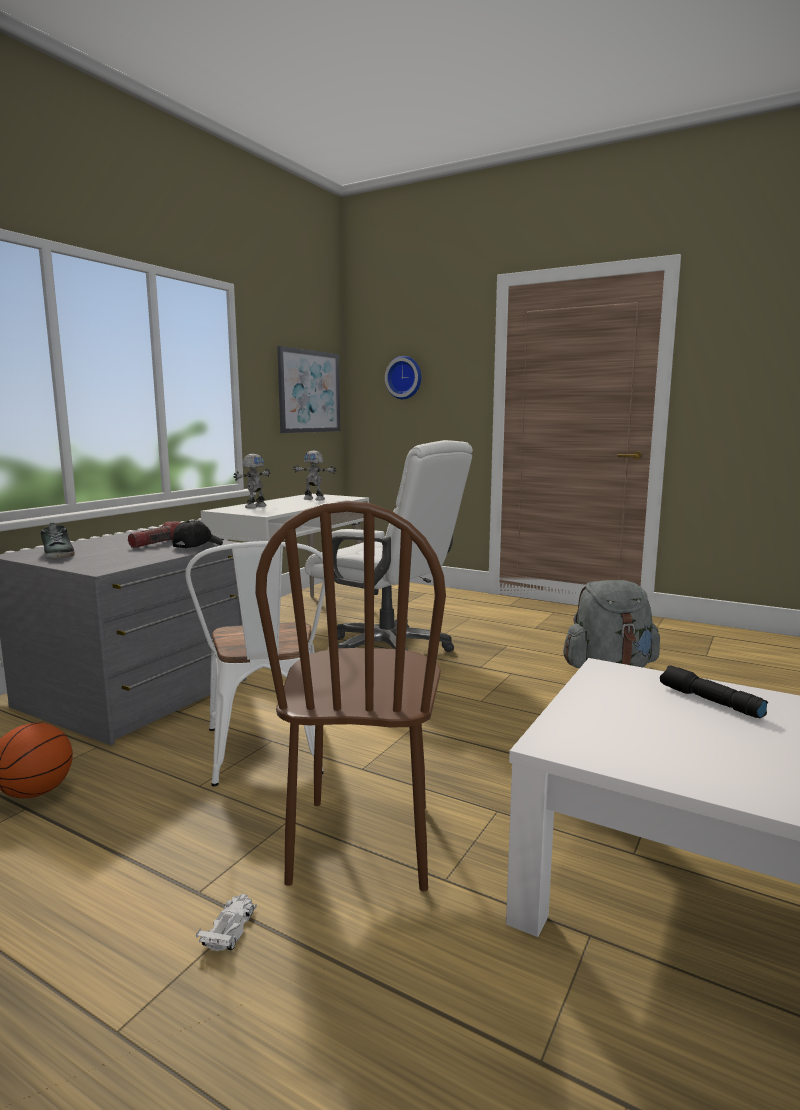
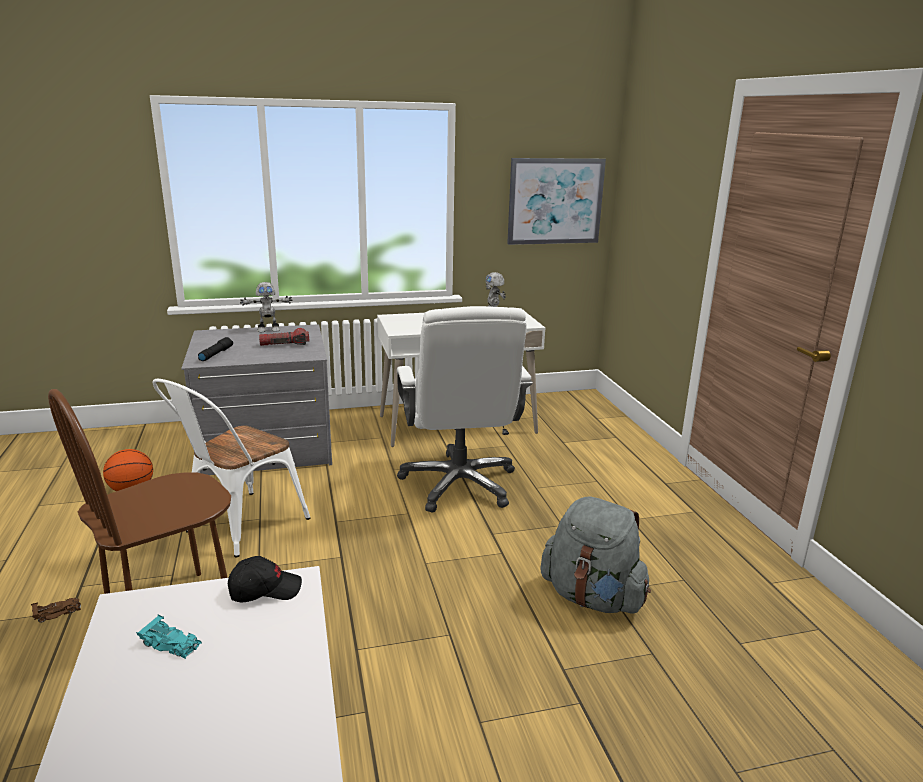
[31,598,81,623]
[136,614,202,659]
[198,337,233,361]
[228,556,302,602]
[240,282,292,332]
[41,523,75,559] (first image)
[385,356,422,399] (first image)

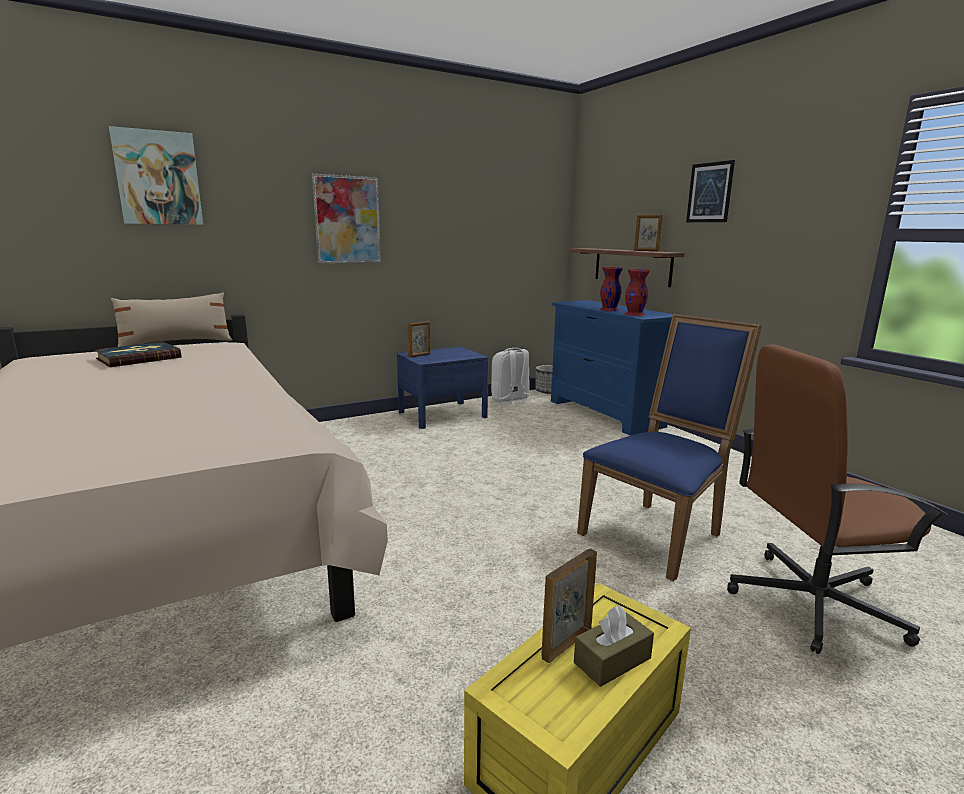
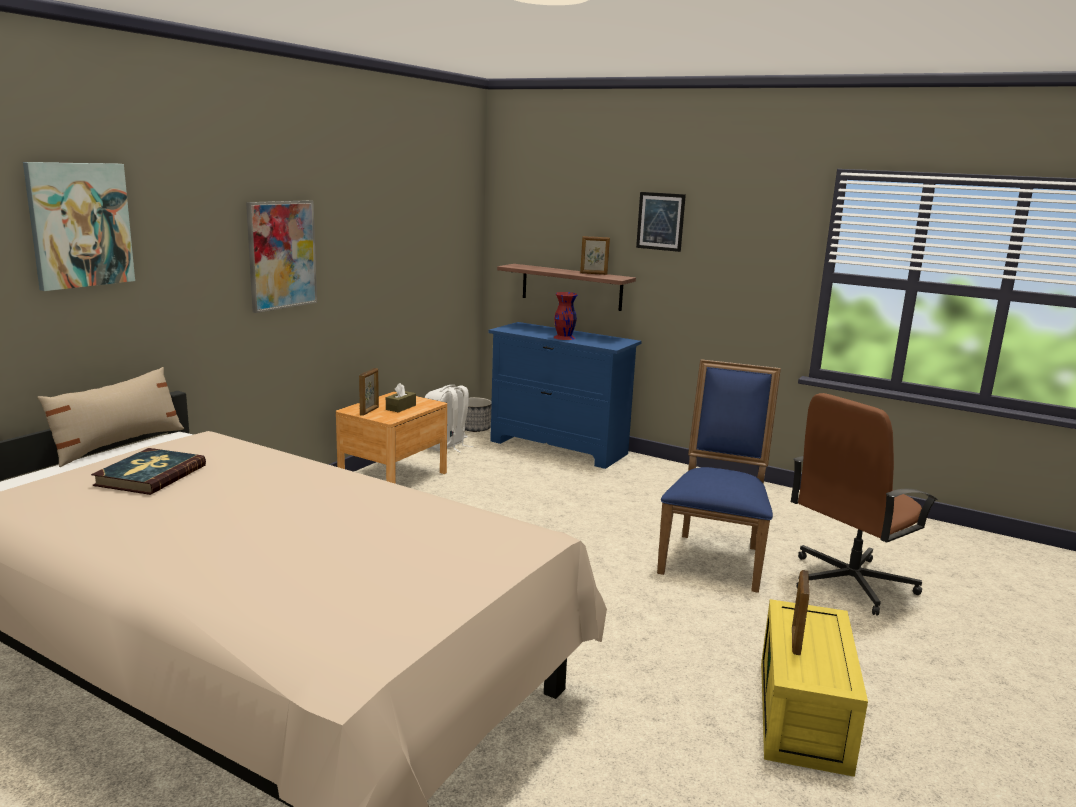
[336,392,447,484]
[386,383,416,413]
[624,269,650,316] (first image)

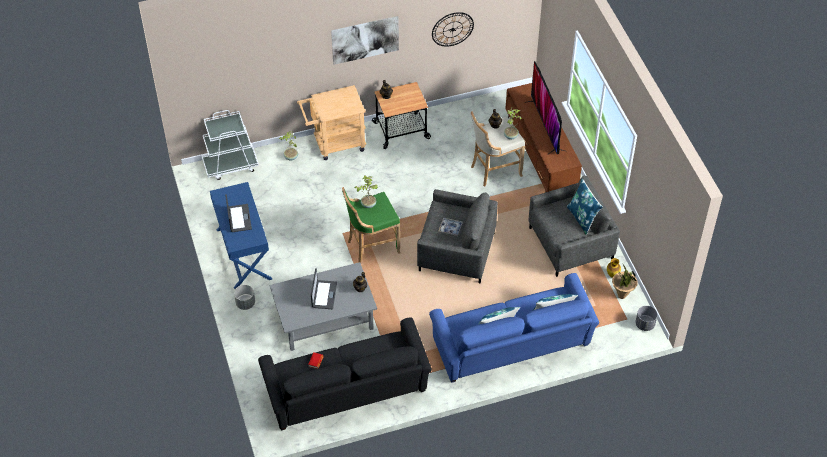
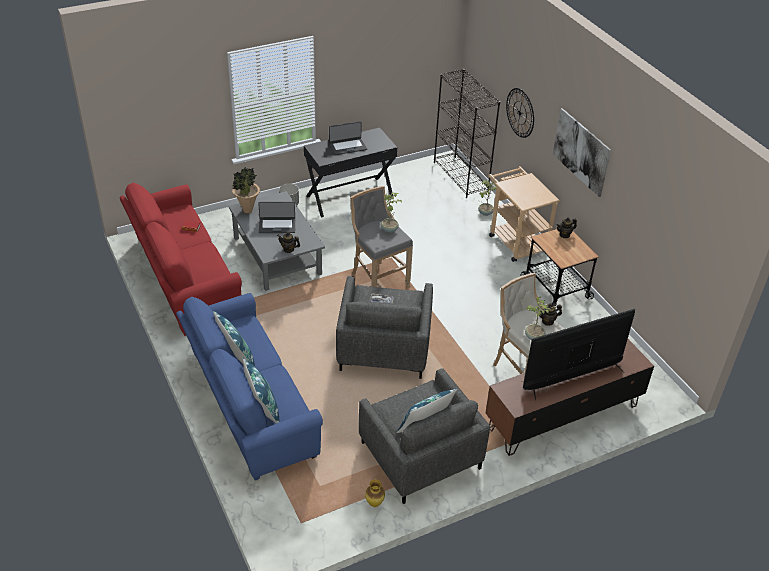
[120,183,242,336]
[232,167,260,213]
[304,128,397,217]
[350,186,413,288]
[434,69,500,198]
[506,88,534,138]
[635,306,657,331] (first image)

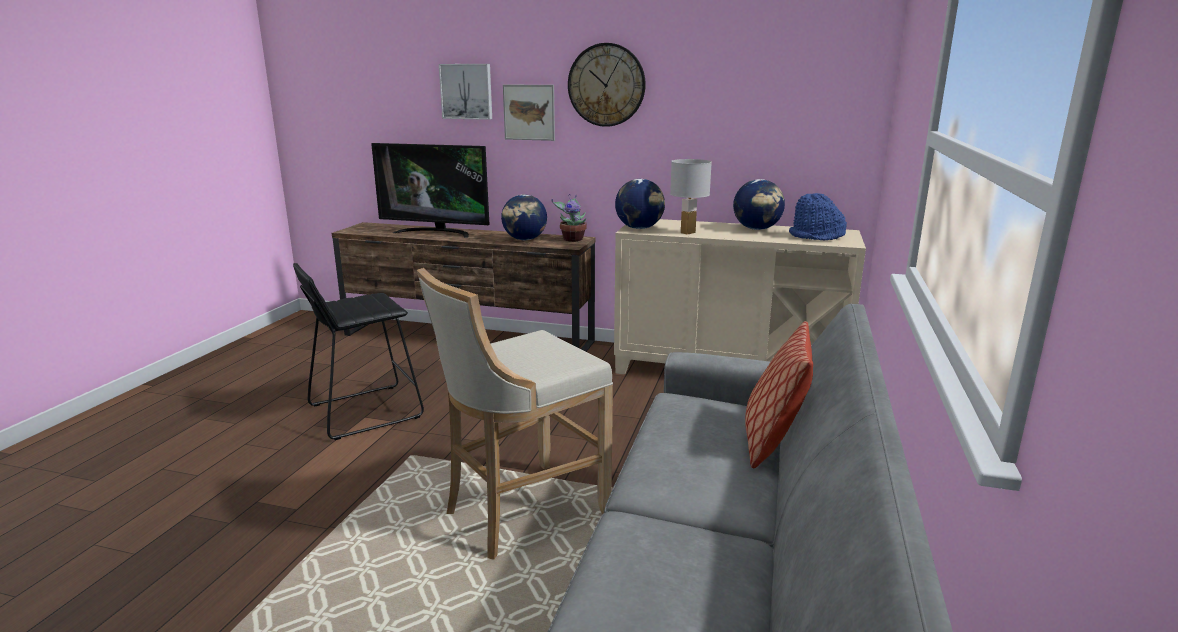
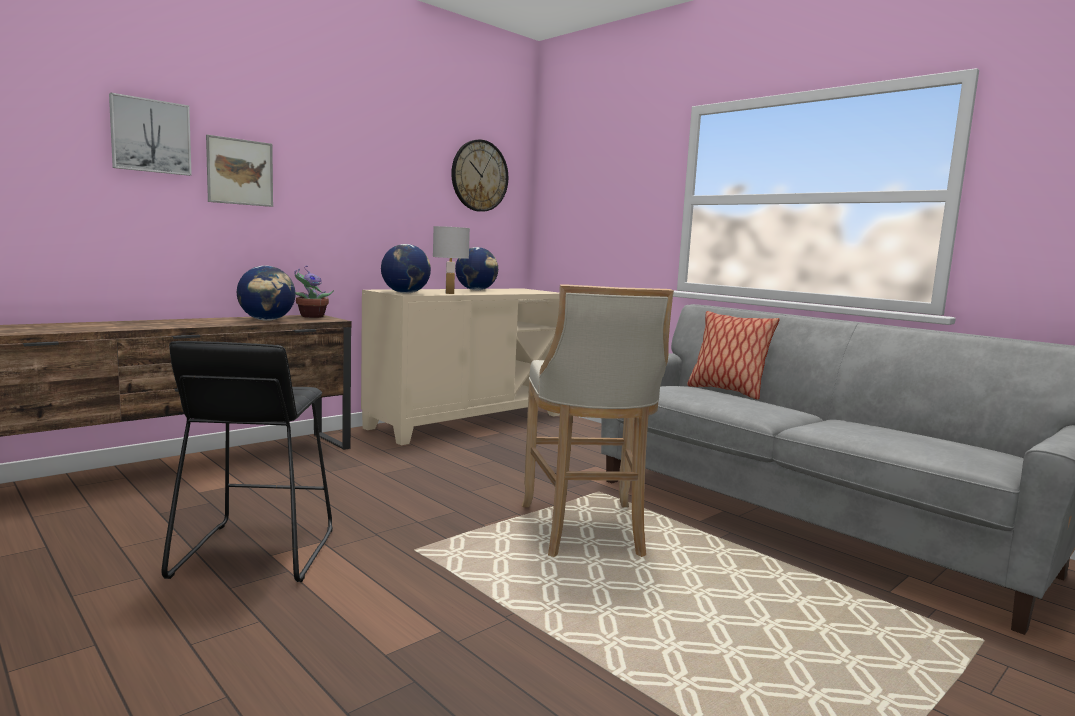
[451,139,508,212]
[371,143,490,238] (first image)
[789,193,847,240] (first image)

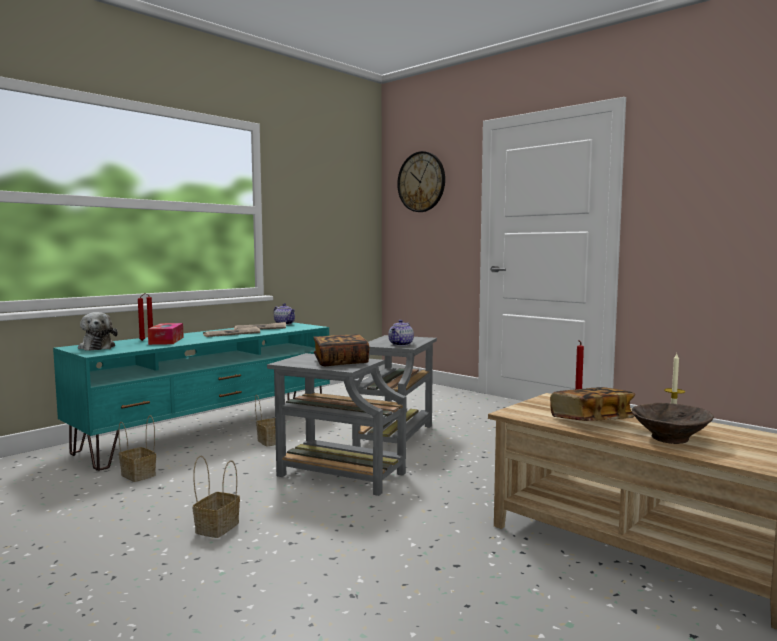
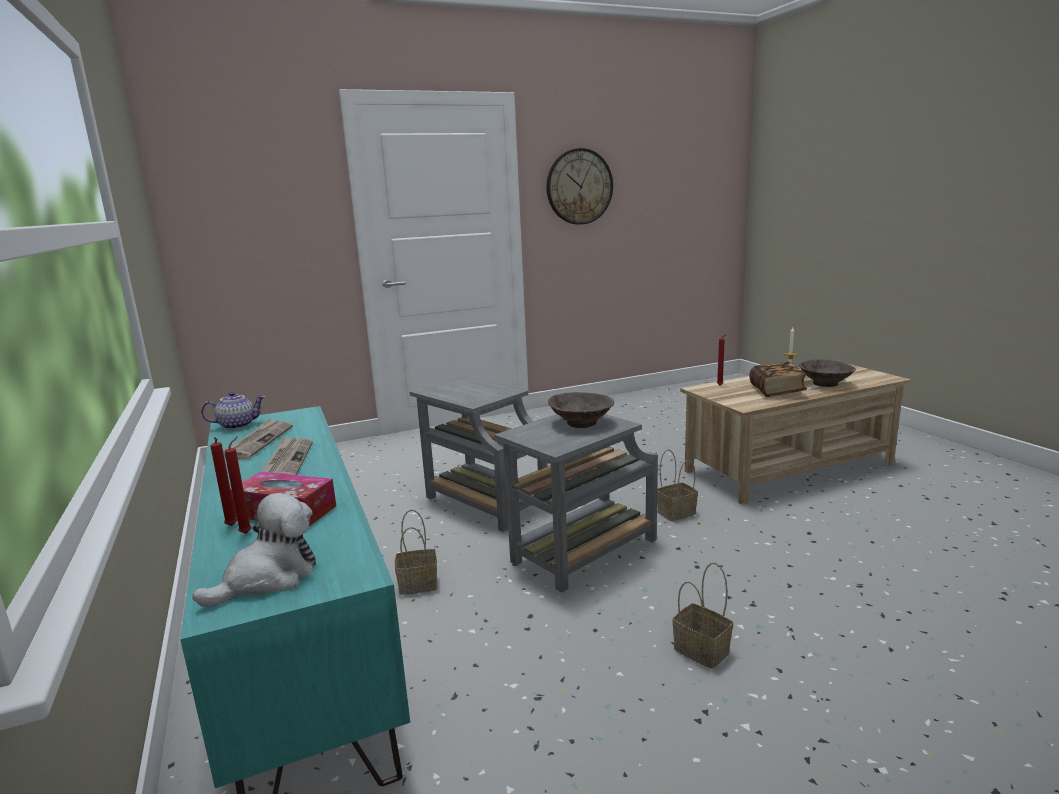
[192,493,316,607]
[546,148,613,225]
[548,392,614,428]
[657,449,698,521]
[388,320,414,346] (first image)

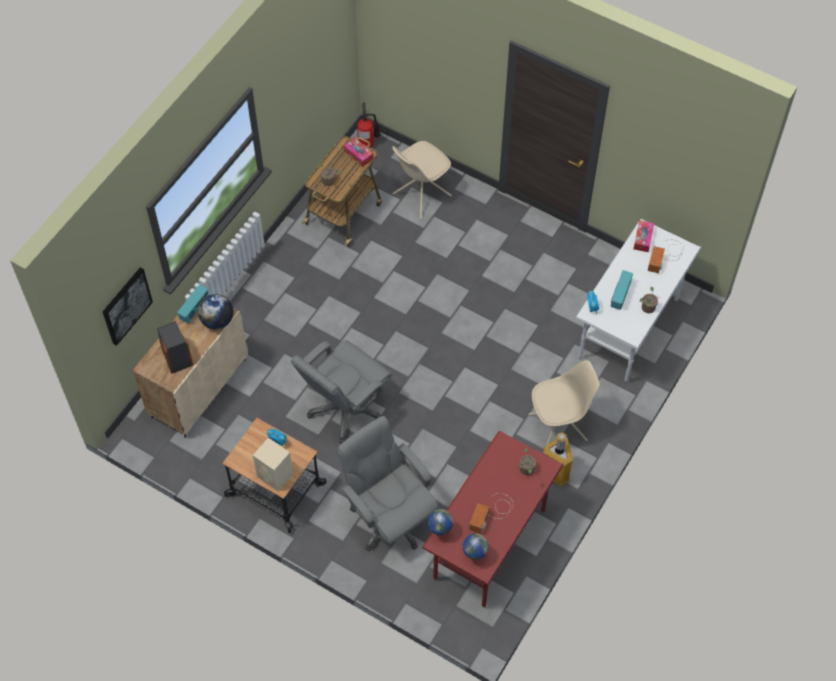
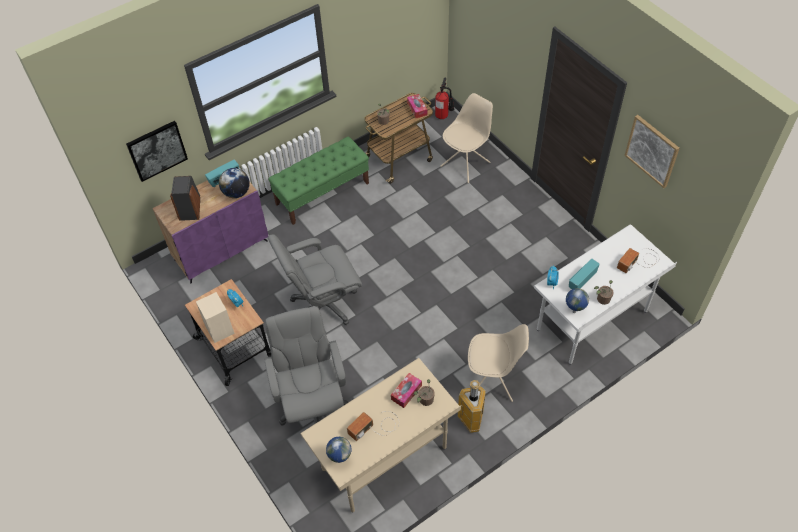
[153,180,268,283]
[268,136,369,225]
[300,358,461,512]
[391,373,422,408]
[441,93,493,183]
[566,288,589,313]
[625,115,680,188]

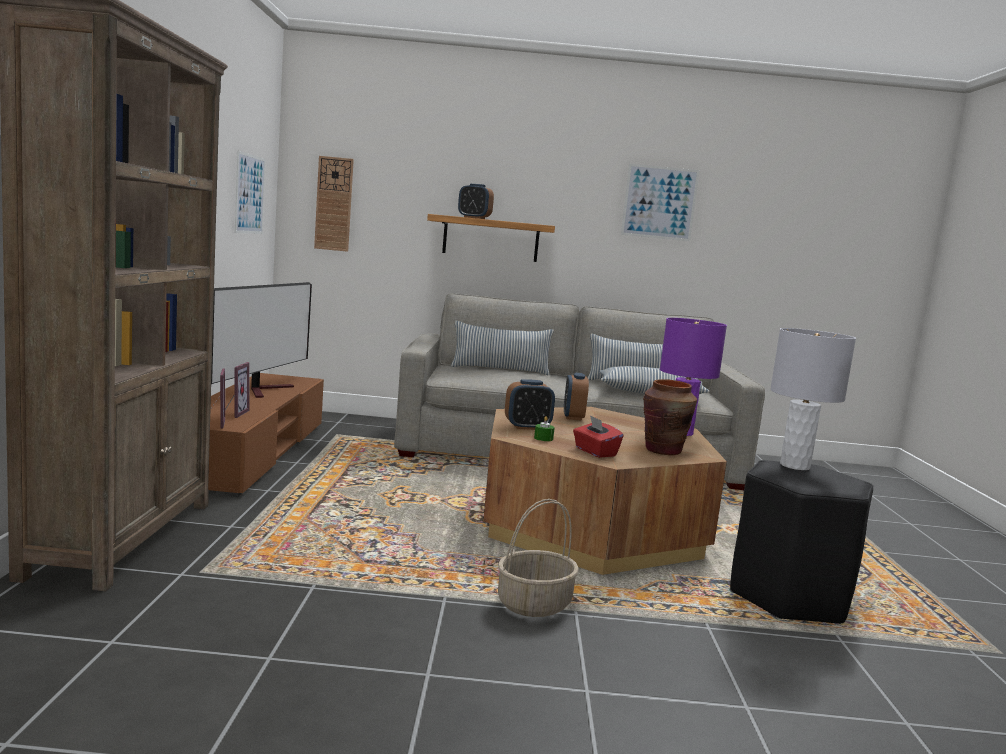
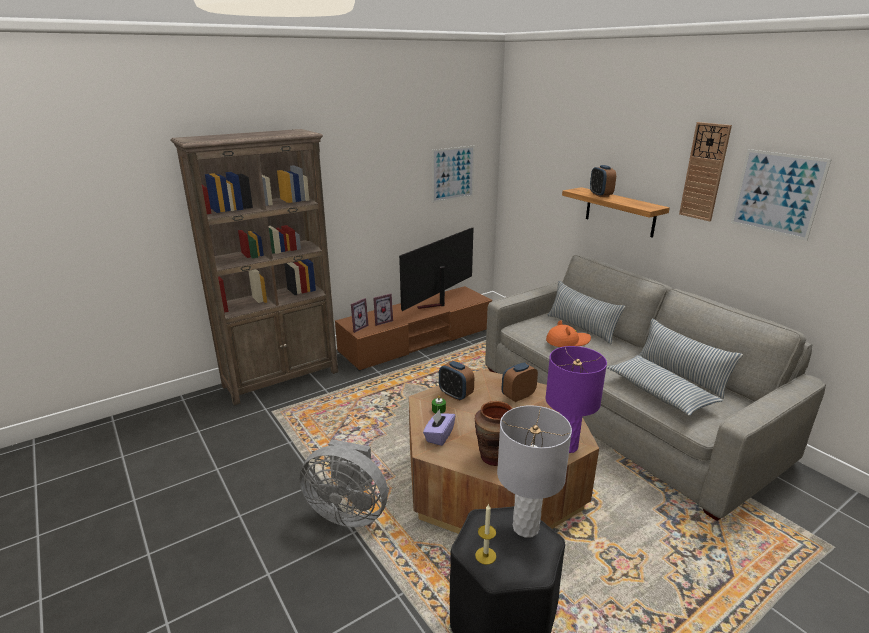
[299,439,388,527]
[399,227,474,311]
[423,409,455,446]
[475,504,496,565]
[546,320,591,347]
[679,122,732,221]

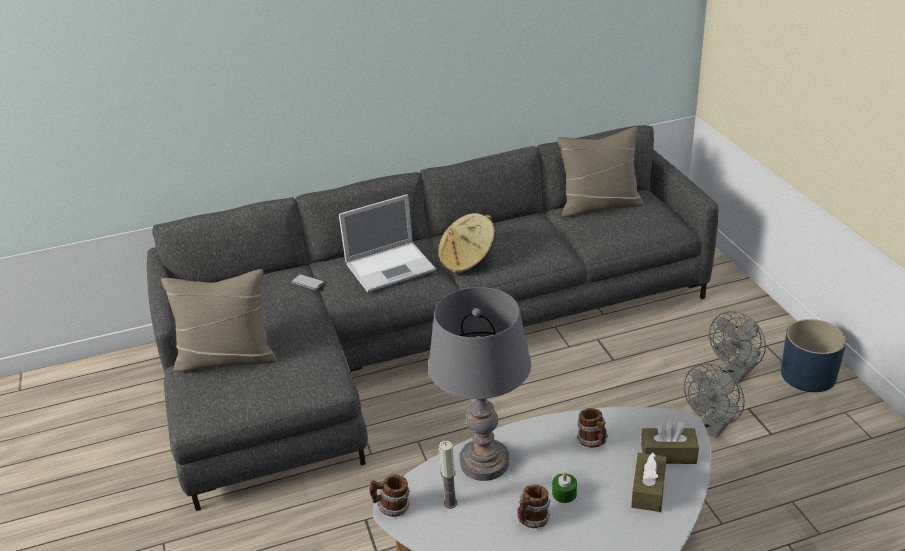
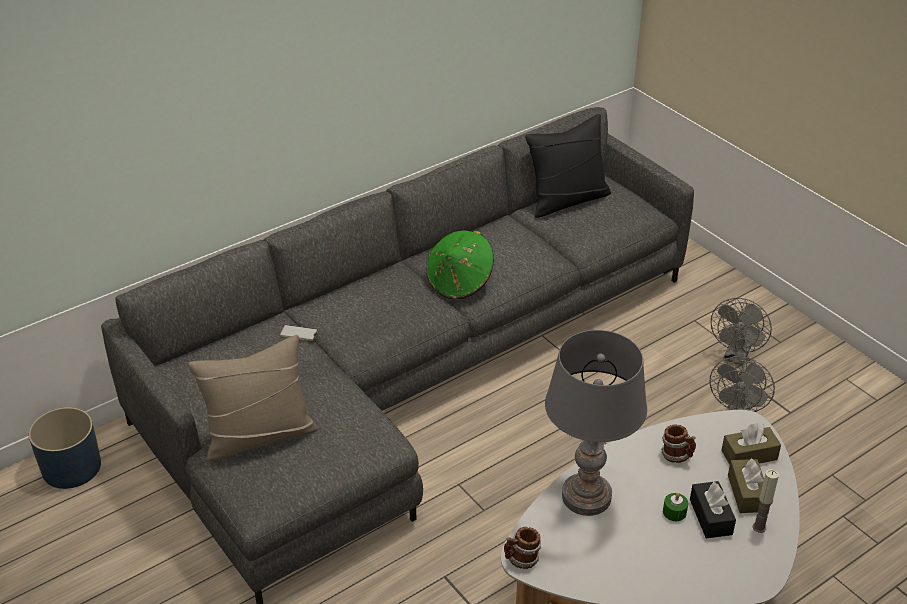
[29,407,101,489]
[426,230,494,300]
[525,114,611,218]
[690,481,736,538]
[752,469,779,533]
[339,194,436,293] (first image)
[517,484,550,528] (first image)

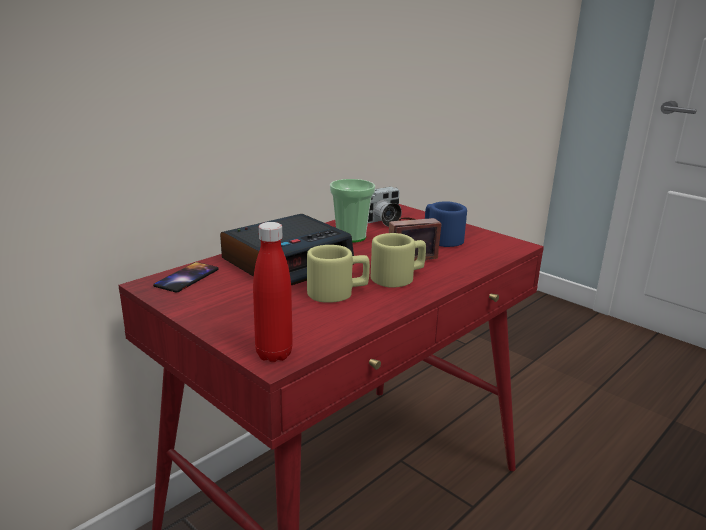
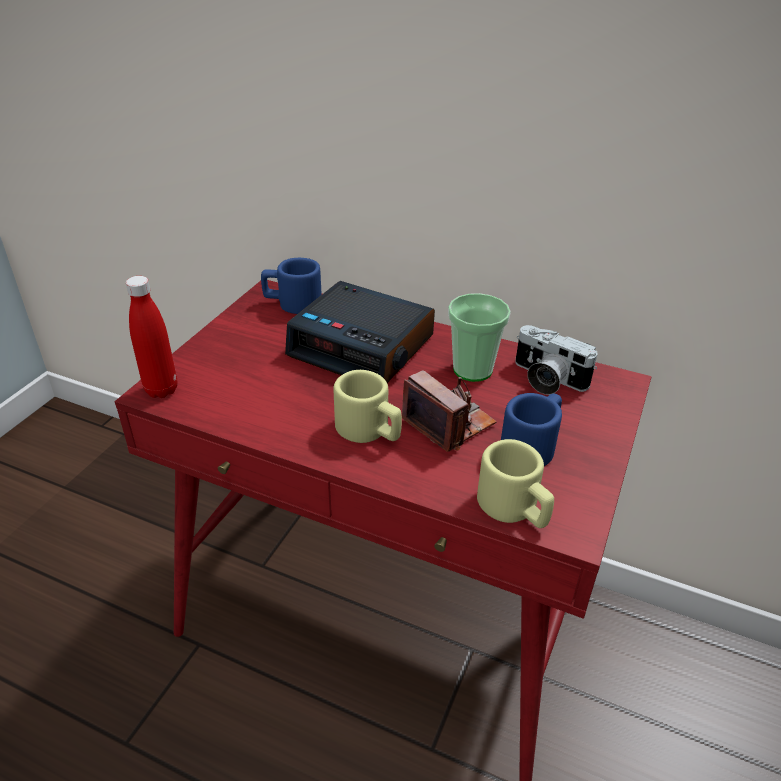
[261,258,322,314]
[477,439,554,528]

